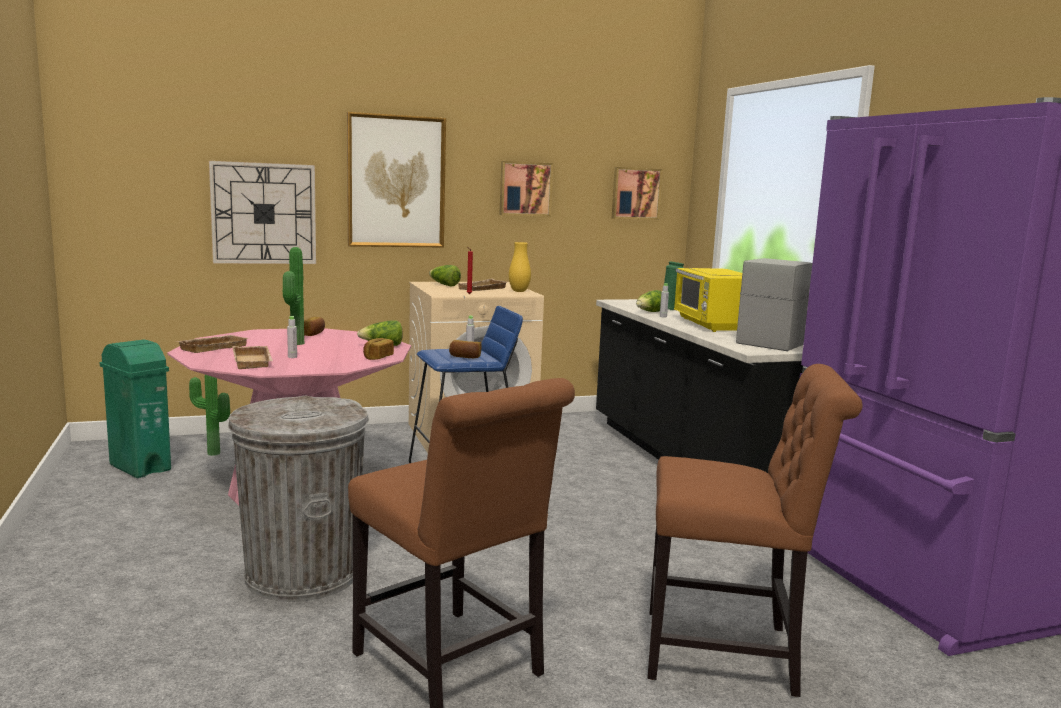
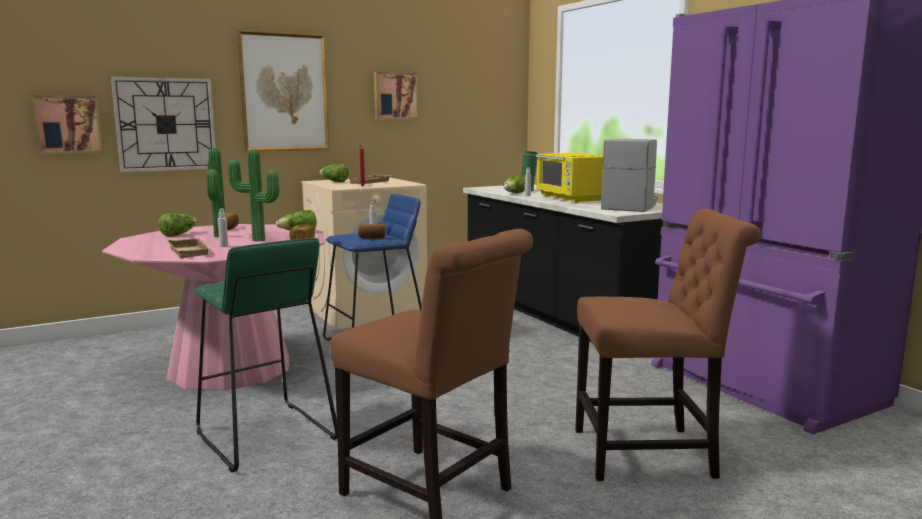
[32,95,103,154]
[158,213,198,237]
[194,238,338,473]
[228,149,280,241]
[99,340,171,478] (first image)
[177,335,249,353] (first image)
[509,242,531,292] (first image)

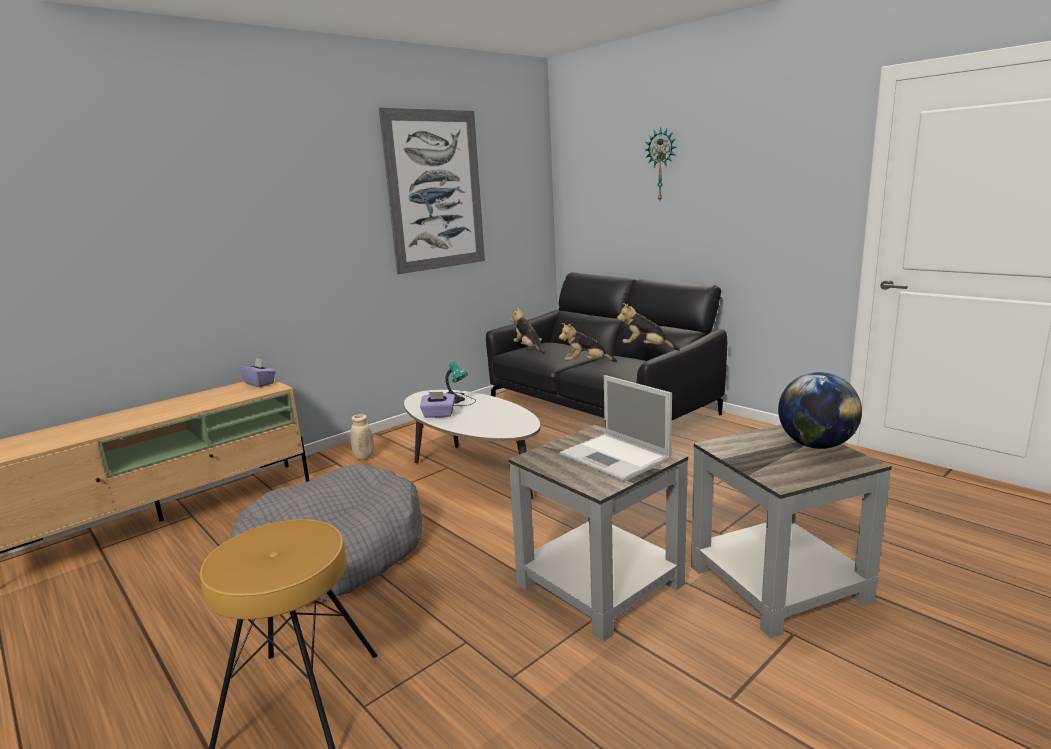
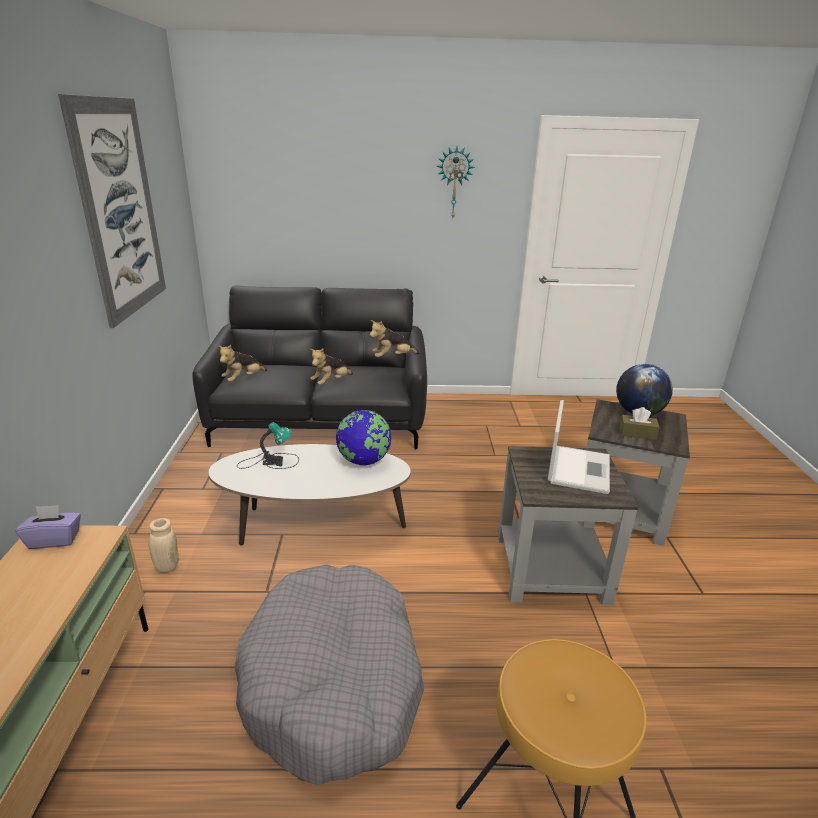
[218,345,268,382]
[336,410,391,465]
[436,147,475,218]
[548,400,610,494]
[619,407,659,440]
[420,392,455,418] (first image)

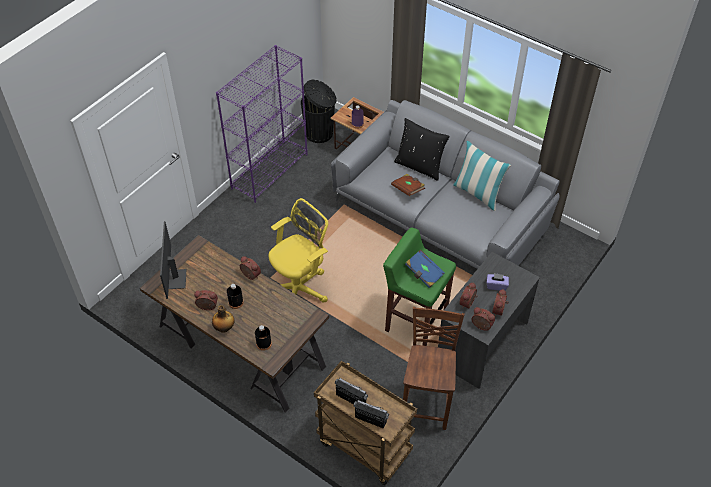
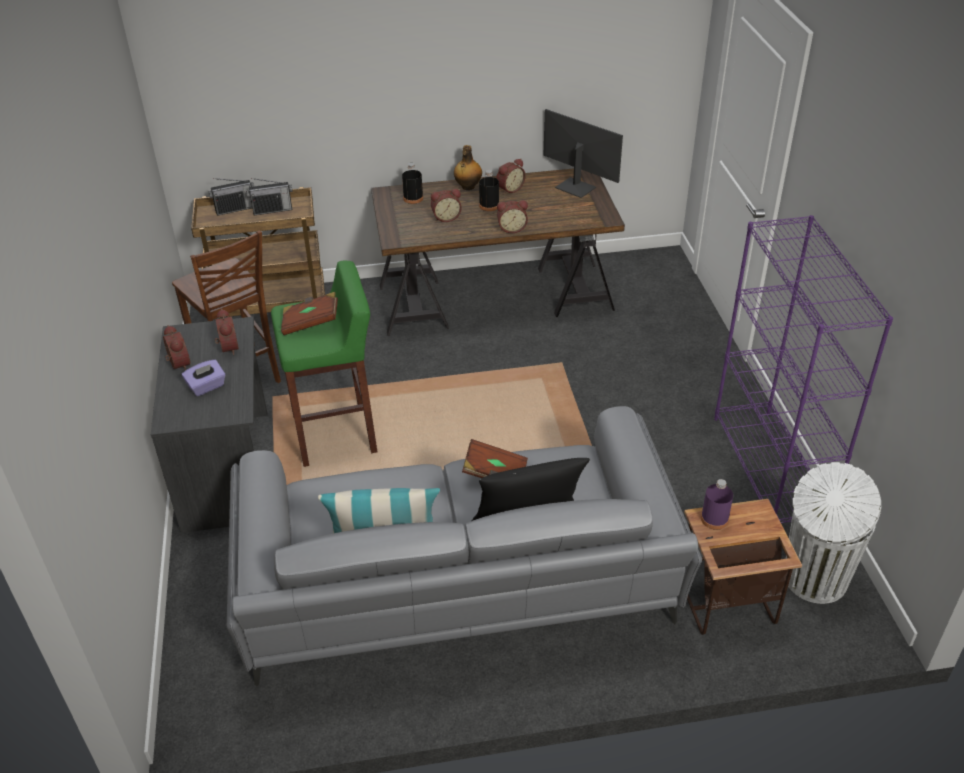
[281,292,338,335]
[431,189,462,222]
[786,462,881,604]
[268,198,328,303] (first image)

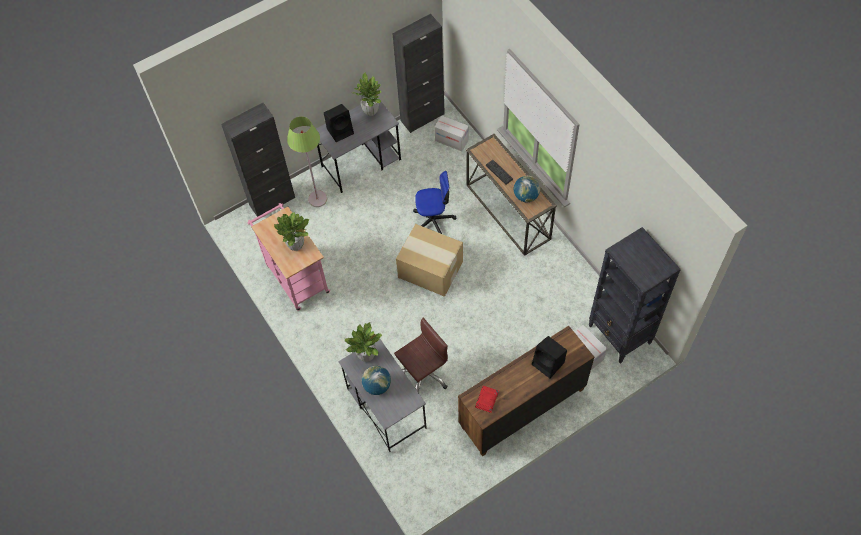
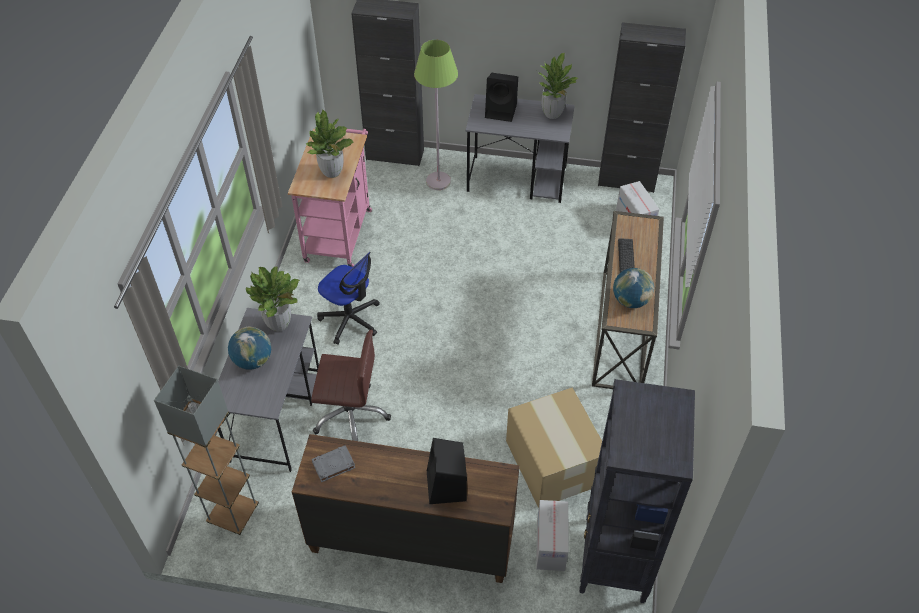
[154,366,259,535]
[311,445,356,482]
[317,252,380,345]
[506,388,602,508]

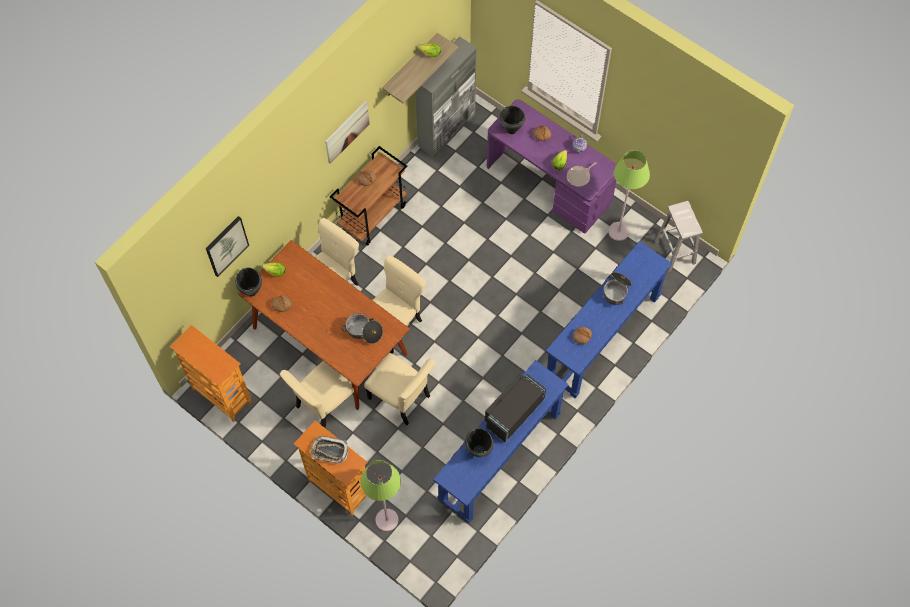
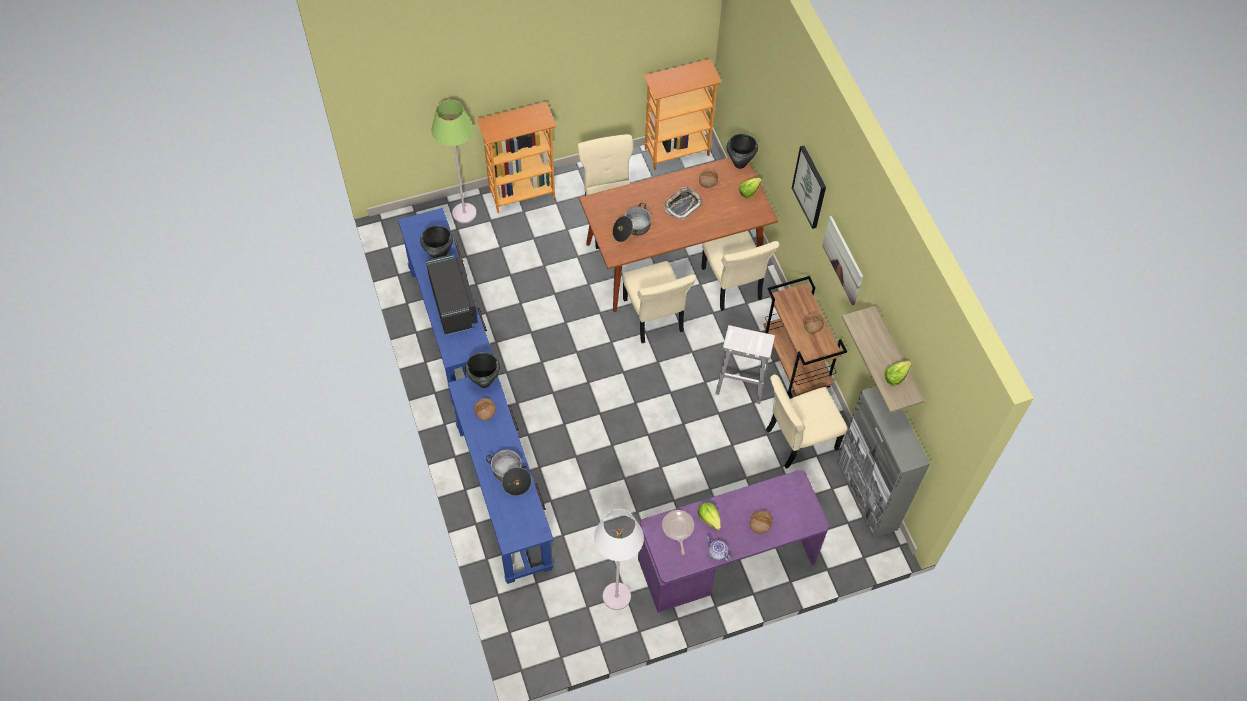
[465,352,500,388]
[594,509,644,610]
[664,187,702,220]
[715,325,775,404]
[766,375,848,469]
[792,146,826,229]

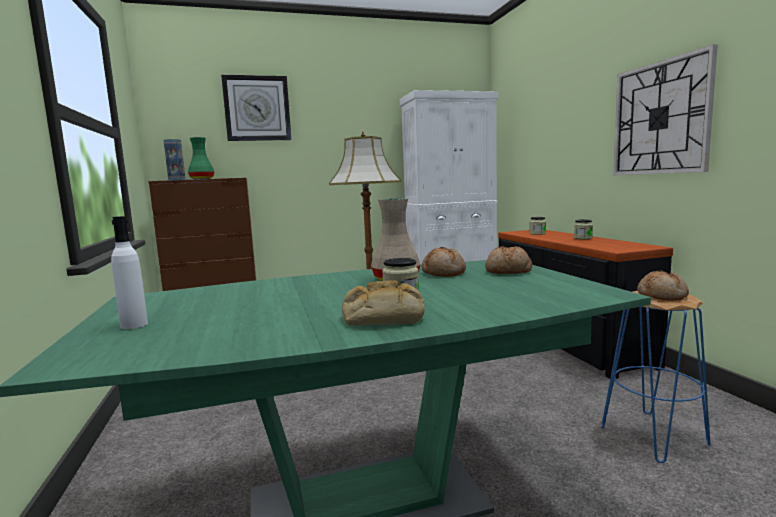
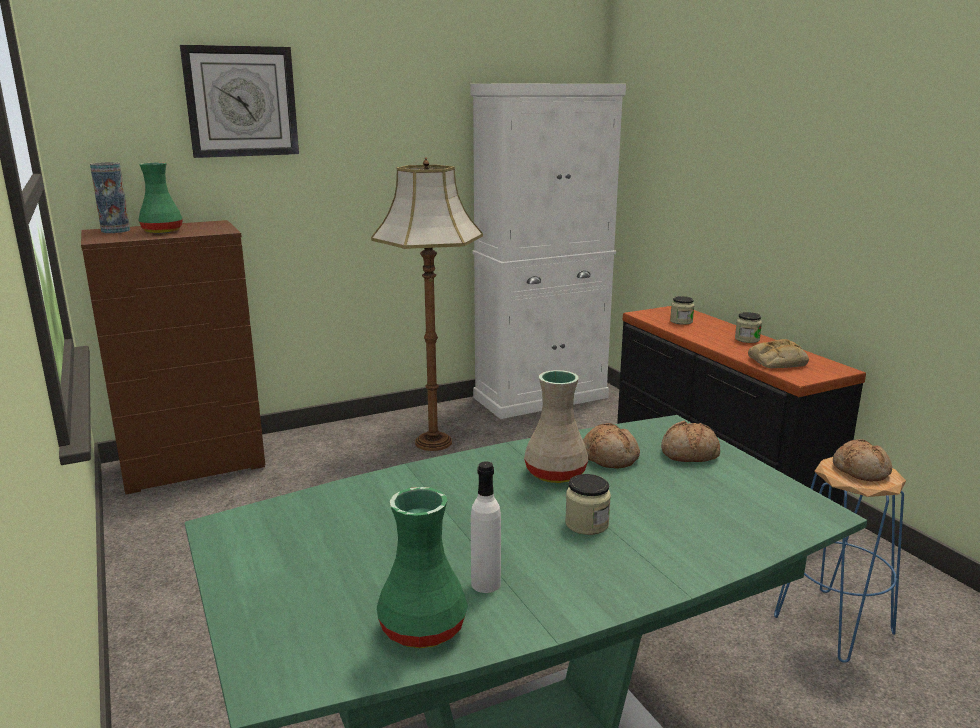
[377,487,468,648]
[471,462,501,593]
[748,339,809,368]
[613,44,718,175] (first image)

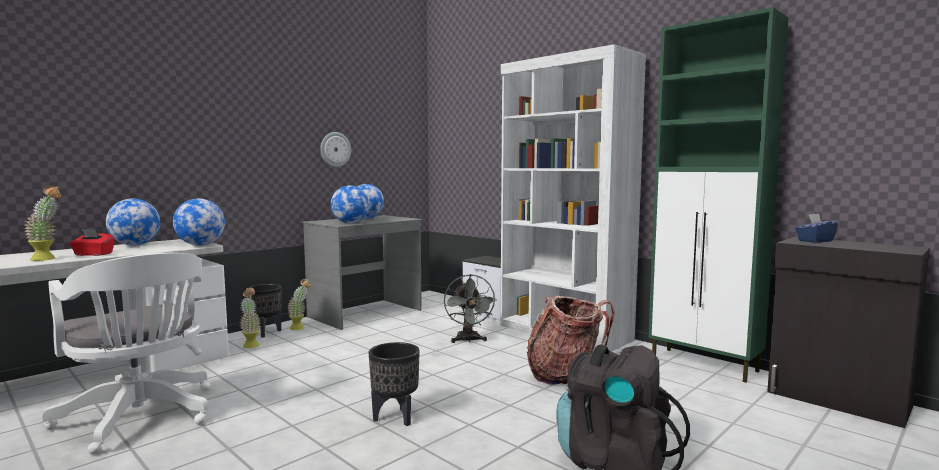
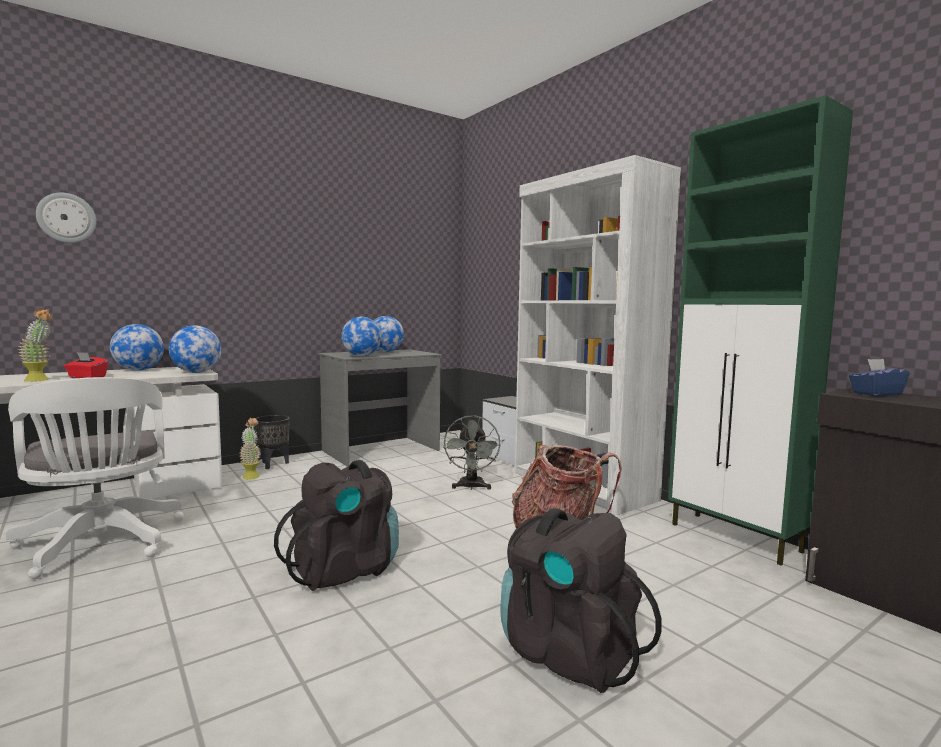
[36,193,97,243]
[274,460,399,591]
[287,279,311,330] (first image)

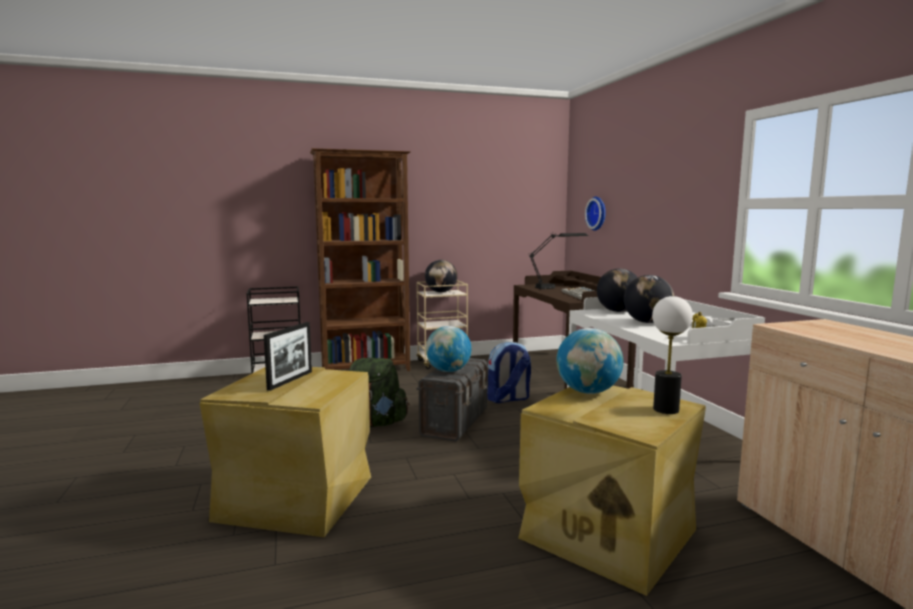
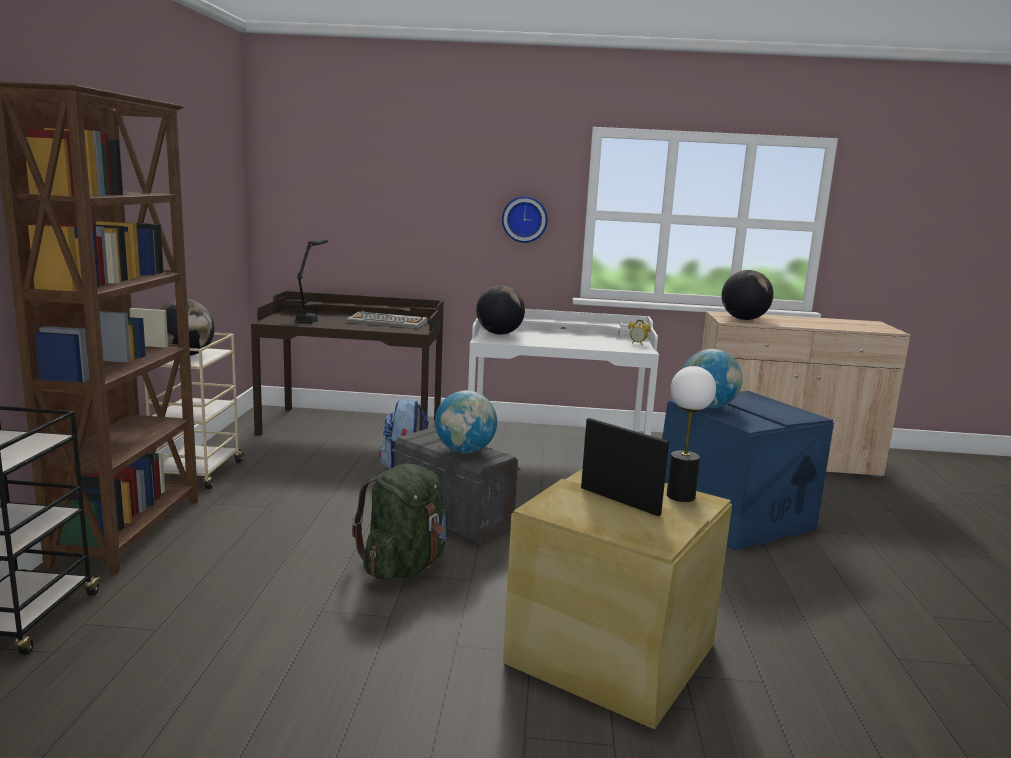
[502,196,548,243]
[662,391,834,551]
[667,366,716,502]
[721,270,774,320]

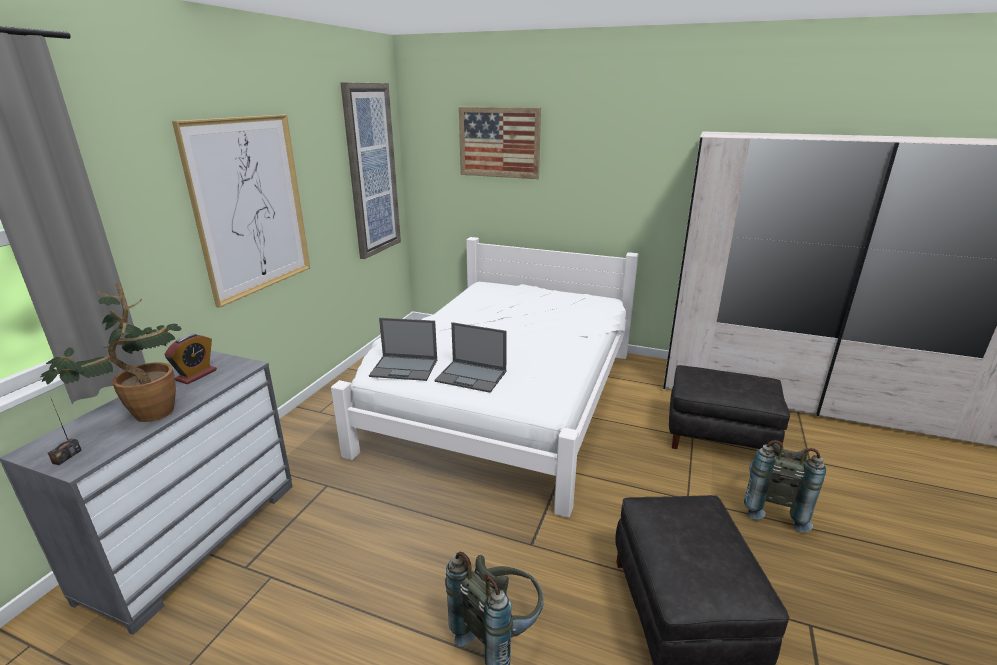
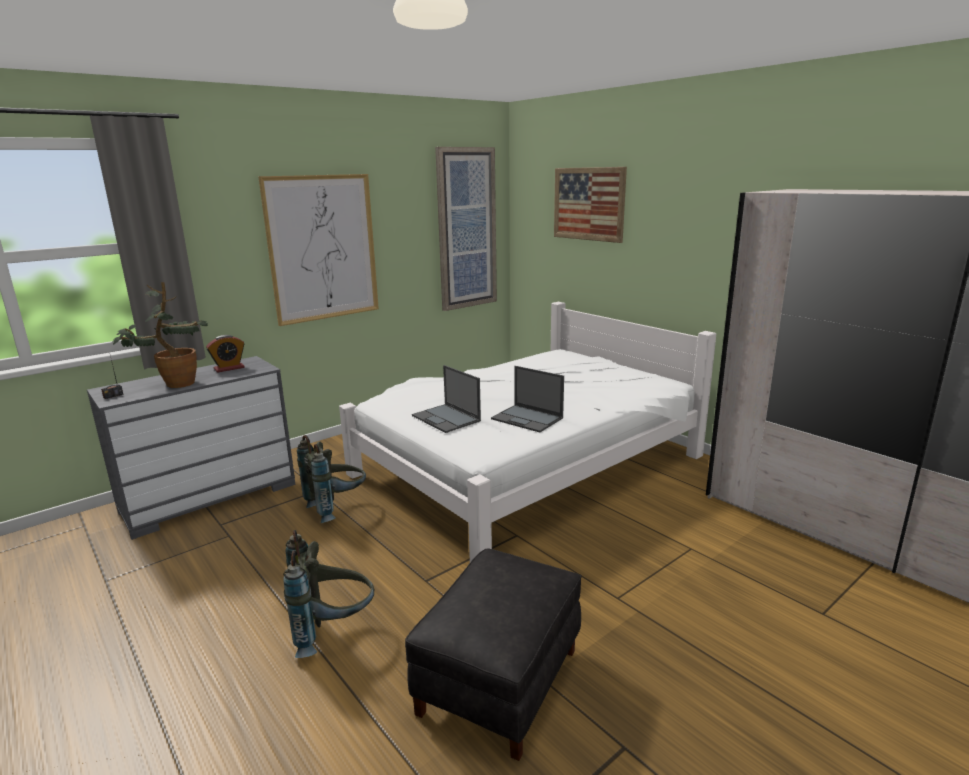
[297,435,366,523]
[491,366,564,433]
[669,365,790,449] (first image)

